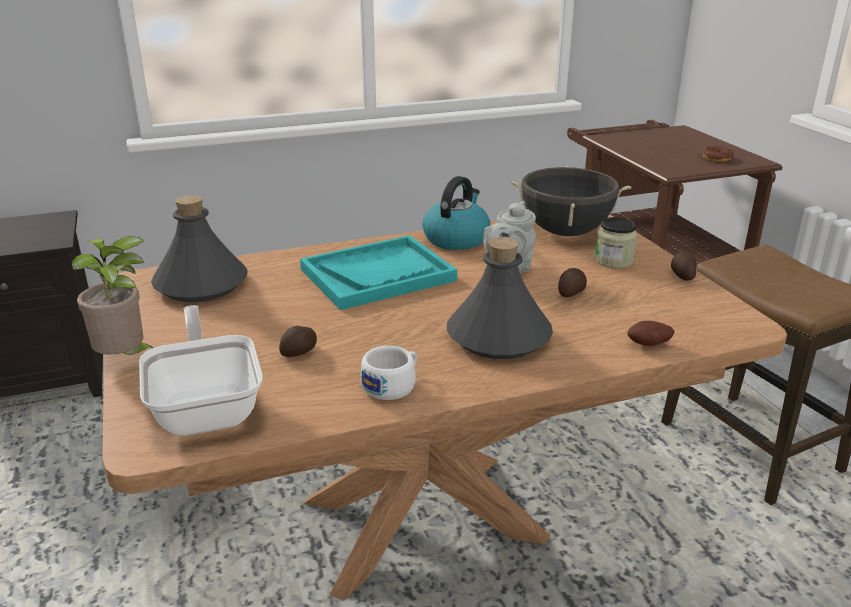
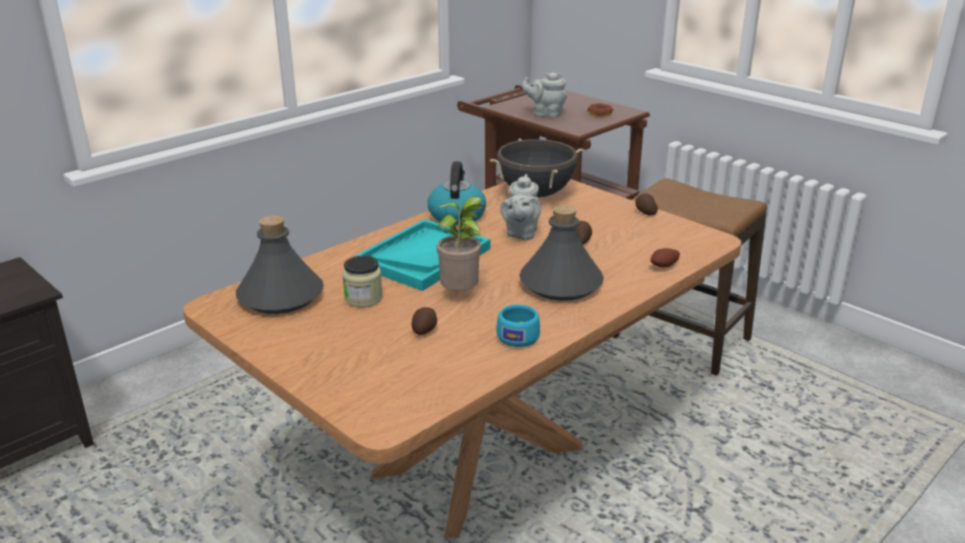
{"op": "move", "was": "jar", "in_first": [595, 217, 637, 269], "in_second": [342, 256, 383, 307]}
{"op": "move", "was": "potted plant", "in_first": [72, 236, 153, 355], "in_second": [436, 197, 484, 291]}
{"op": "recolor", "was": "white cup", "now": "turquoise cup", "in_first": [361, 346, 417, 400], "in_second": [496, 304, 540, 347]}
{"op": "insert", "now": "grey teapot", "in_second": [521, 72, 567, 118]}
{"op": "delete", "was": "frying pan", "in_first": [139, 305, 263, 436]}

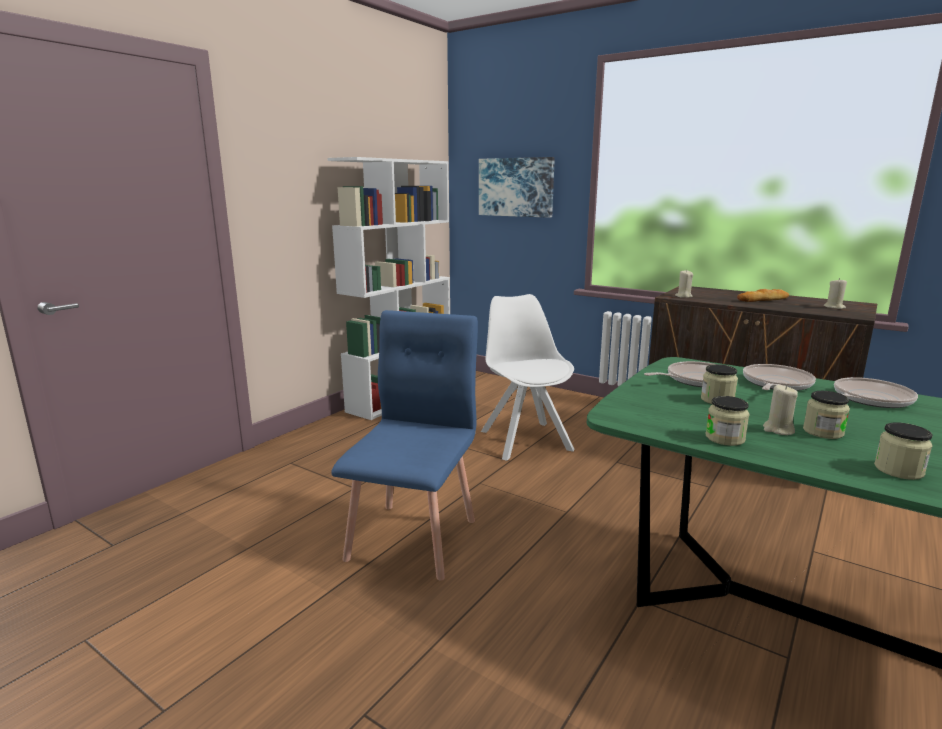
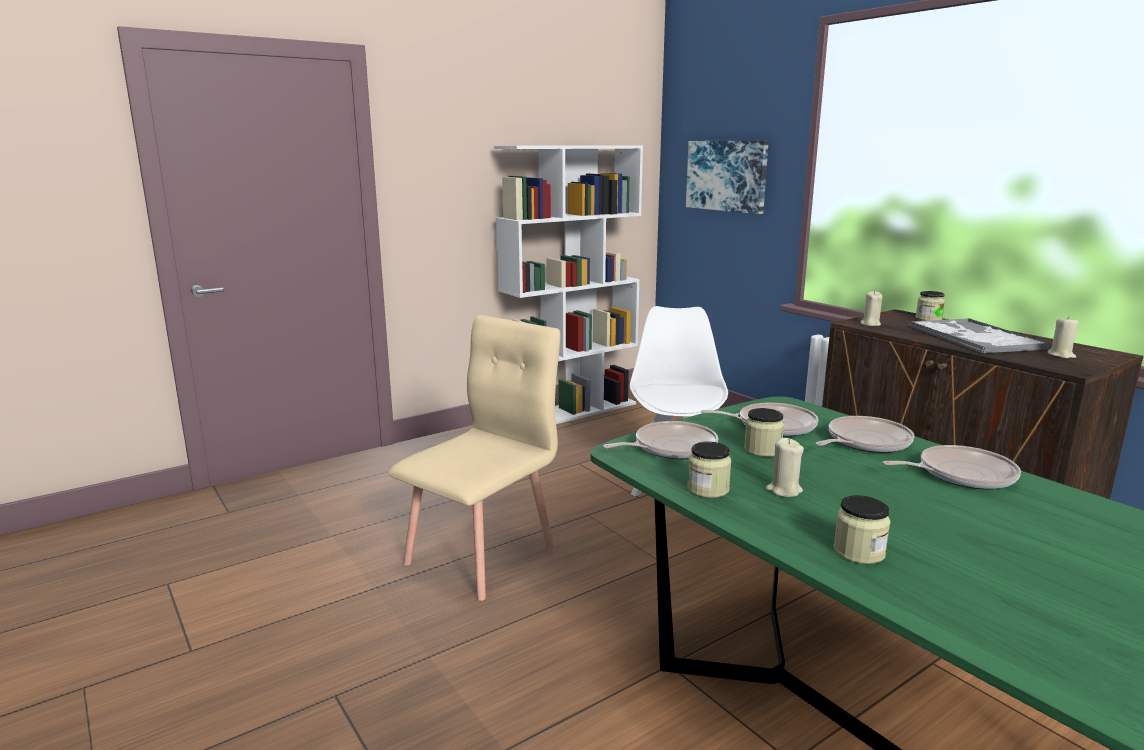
{"op": "recolor", "was": "blue chair", "now": "beige chair", "in_first": [331, 310, 478, 581], "in_second": [389, 315, 560, 601]}
{"op": "insert", "now": "frying pan", "in_second": [603, 421, 718, 459]}
{"op": "replace", "was": "bread", "now": "tray", "in_first": [737, 289, 789, 302], "in_second": [909, 318, 1050, 354]}
{"op": "move", "was": "jar", "in_first": [803, 391, 850, 439], "in_second": [916, 291, 945, 321]}

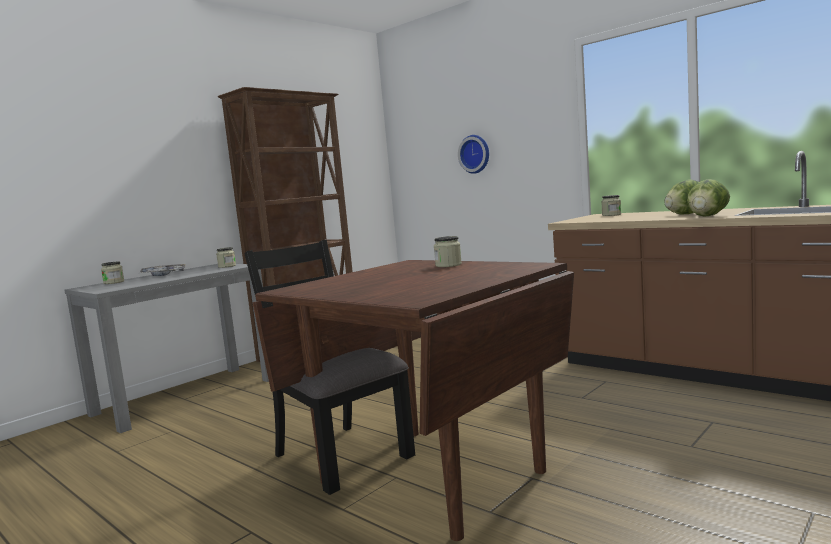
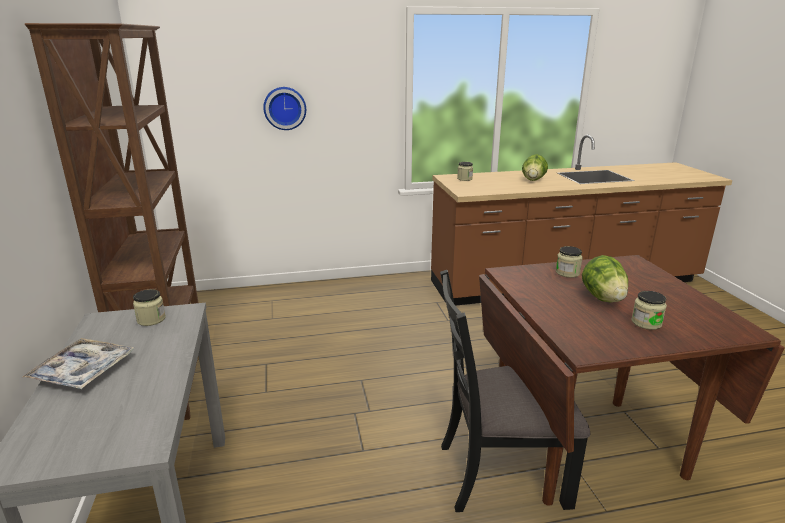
{"op": "move", "was": "lettuce", "in_first": [687, 179, 730, 217], "in_second": [582, 255, 628, 303]}
{"op": "move", "was": "jar", "in_first": [101, 261, 124, 284], "in_second": [631, 291, 667, 330]}

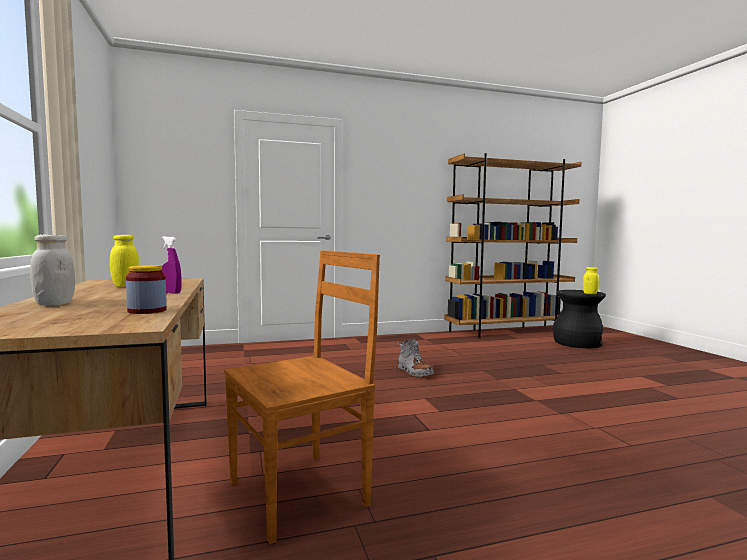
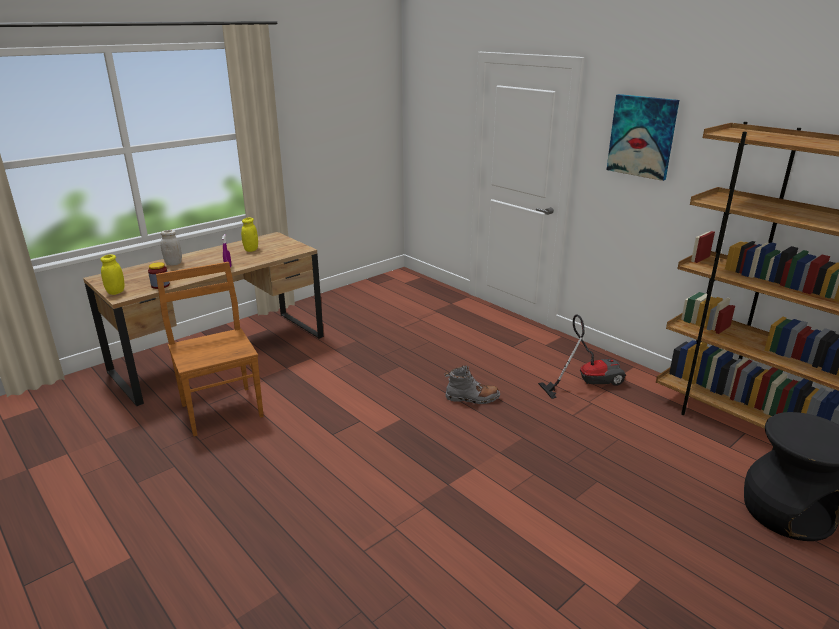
{"op": "move", "was": "yellow jar", "in_first": [583, 267, 599, 294], "in_second": [100, 254, 124, 295]}
{"op": "rotate", "was": "brown chair", "in_first": [224, 250, 380, 544], "in_second": [156, 262, 264, 436], "clockwise": -150}
{"op": "rotate", "was": "grey boot", "in_first": [398, 338, 434, 377], "in_second": [444, 366, 500, 404], "clockwise": -120}
{"op": "insert", "now": "vacuum cleaner", "in_second": [538, 314, 626, 399]}
{"op": "insert", "now": "picture", "in_second": [606, 94, 679, 181]}

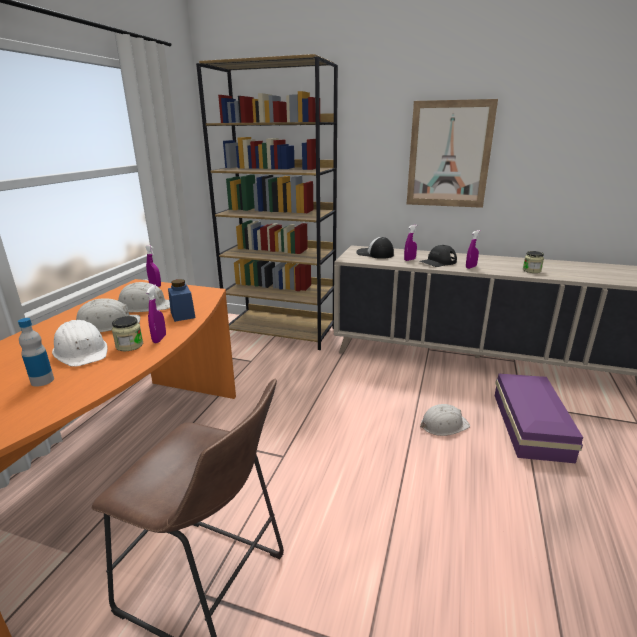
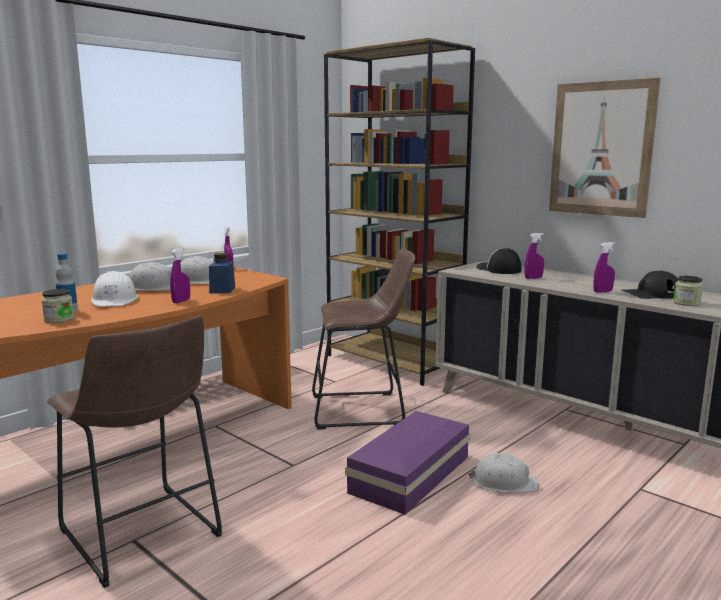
{"op": "move", "was": "jar", "in_first": [112, 316, 143, 351], "in_second": [42, 289, 74, 323]}
{"op": "insert", "now": "brown stool", "in_second": [312, 248, 416, 430]}
{"op": "move", "was": "purple storage box", "in_first": [495, 374, 583, 463], "in_second": [345, 411, 470, 514]}
{"op": "move", "was": "black cap", "in_first": [419, 245, 457, 267], "in_second": [622, 271, 678, 299]}

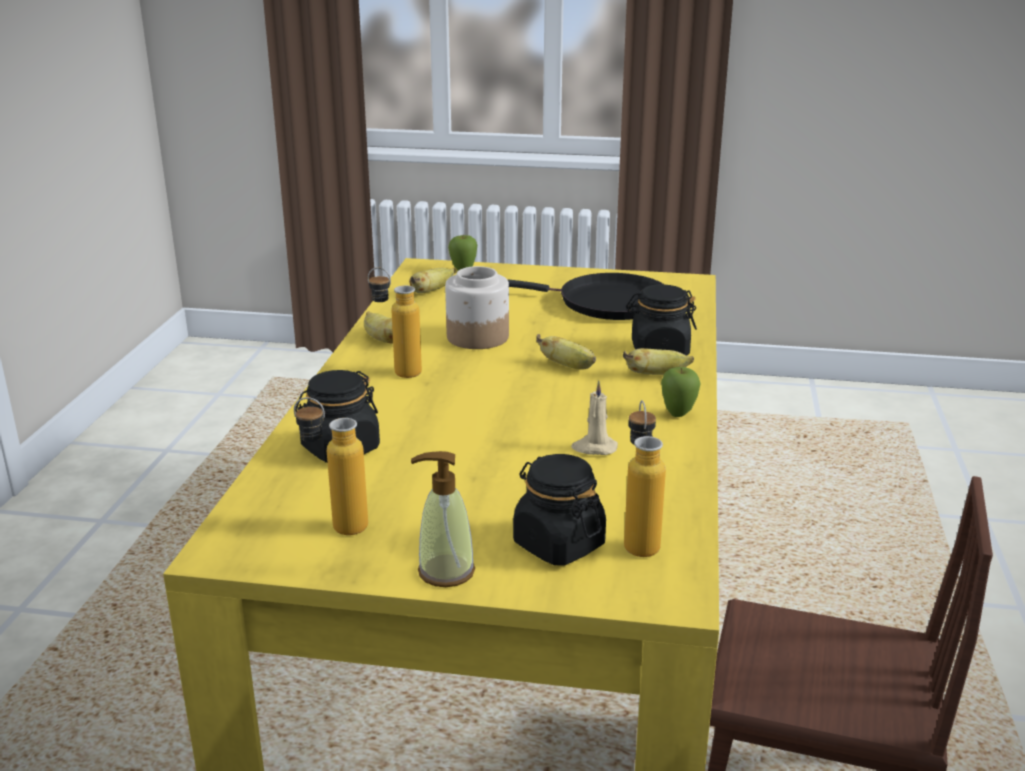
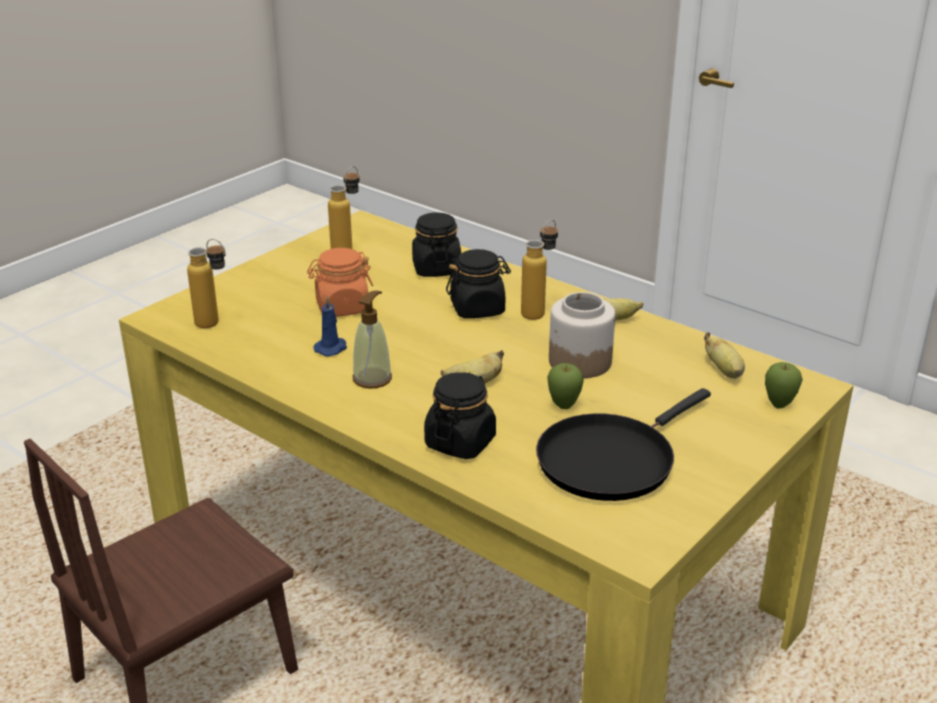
{"op": "insert", "now": "orange jar", "in_second": [307, 248, 373, 317]}
{"op": "recolor", "was": "beige candle", "now": "blue candle", "in_first": [571, 380, 618, 455], "in_second": [313, 296, 347, 357]}
{"op": "move", "was": "soap dispenser", "in_first": [411, 451, 475, 587], "in_second": [353, 291, 392, 389]}
{"op": "move", "was": "black jar", "in_first": [513, 454, 606, 566], "in_second": [446, 249, 511, 318]}
{"op": "move", "was": "apple", "in_first": [661, 367, 701, 417], "in_second": [547, 363, 583, 409]}
{"op": "delete", "was": "banana", "in_first": [623, 348, 694, 375]}

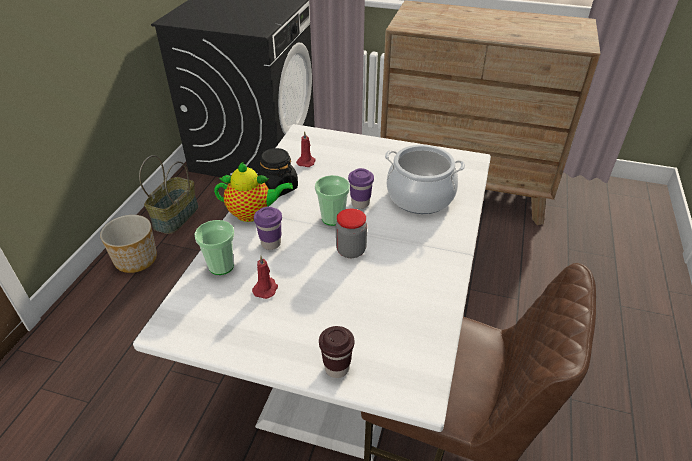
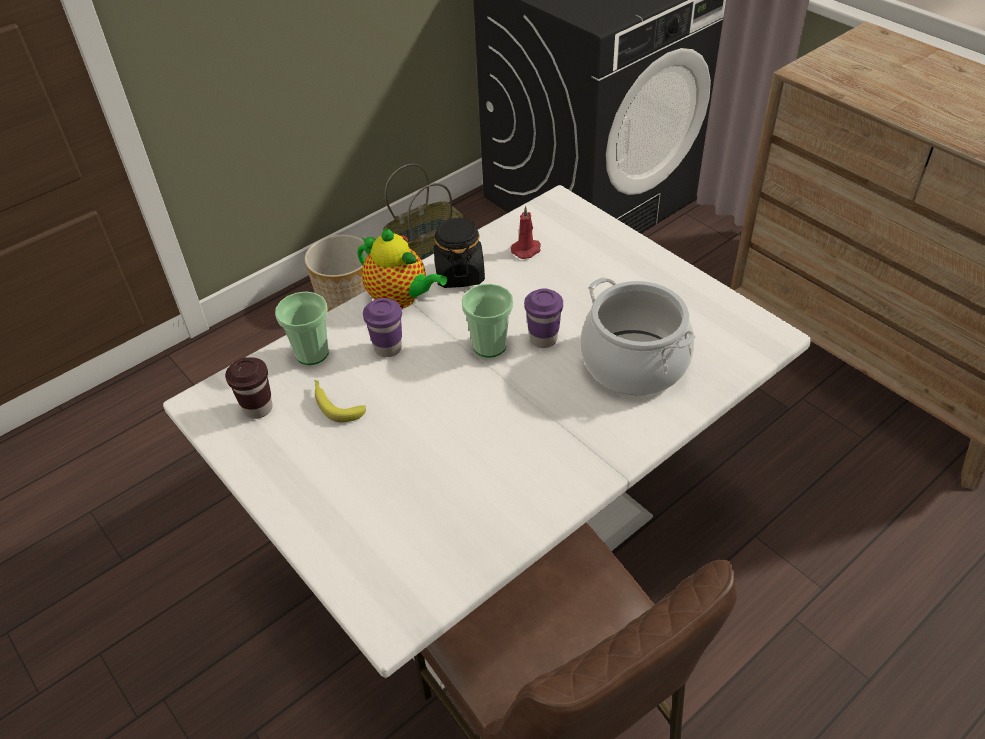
{"op": "move", "was": "brown cup", "in_first": [319, 326, 354, 378], "in_second": [225, 357, 273, 419]}
{"op": "replace", "was": "red candle", "now": "banana", "in_first": [252, 256, 278, 299], "in_second": [314, 380, 366, 422]}
{"op": "delete", "was": "jar", "in_first": [336, 209, 367, 258]}

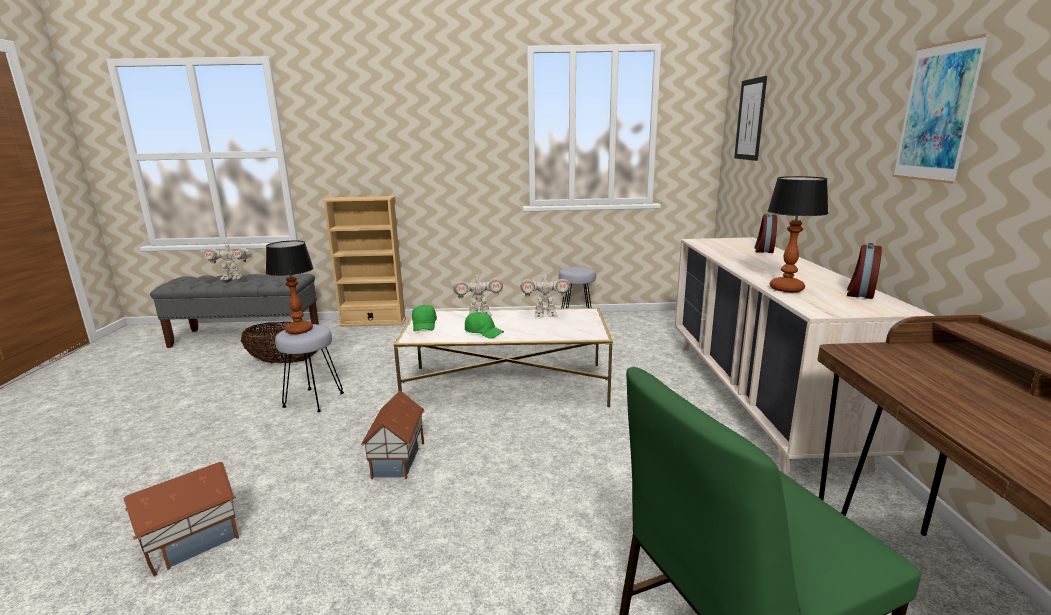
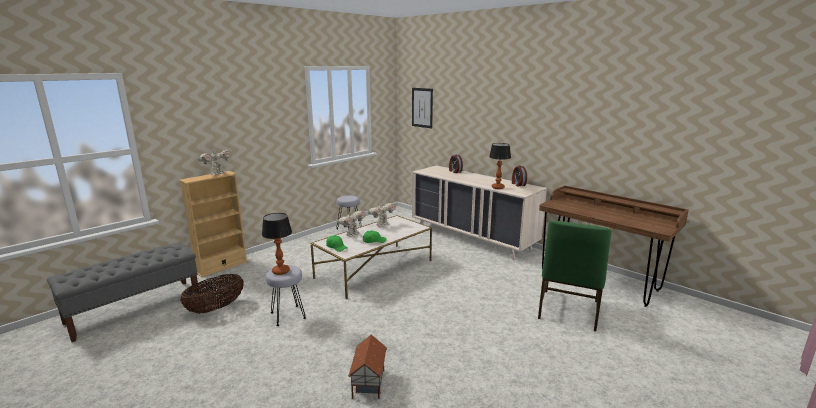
{"op": "move", "was": "toy robot", "in_first": [204, 241, 252, 280], "in_second": [198, 147, 231, 175]}
{"op": "delete", "was": "toy house", "in_first": [361, 391, 425, 479]}
{"op": "delete", "was": "picture", "in_first": [892, 33, 990, 184]}

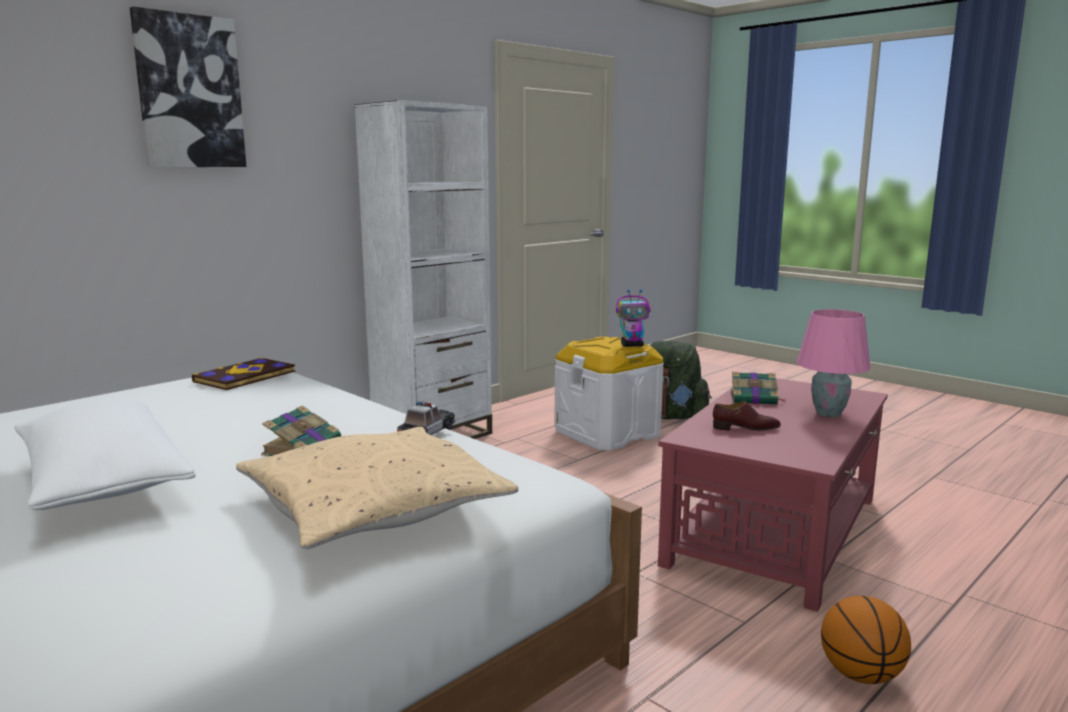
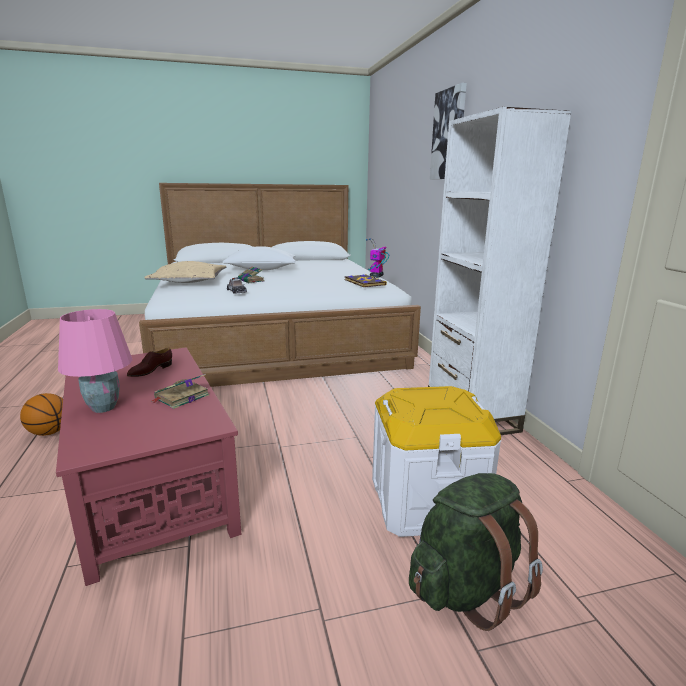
{"op": "move", "was": "toy robot", "in_first": [616, 289, 651, 347], "in_second": [366, 238, 389, 278]}

